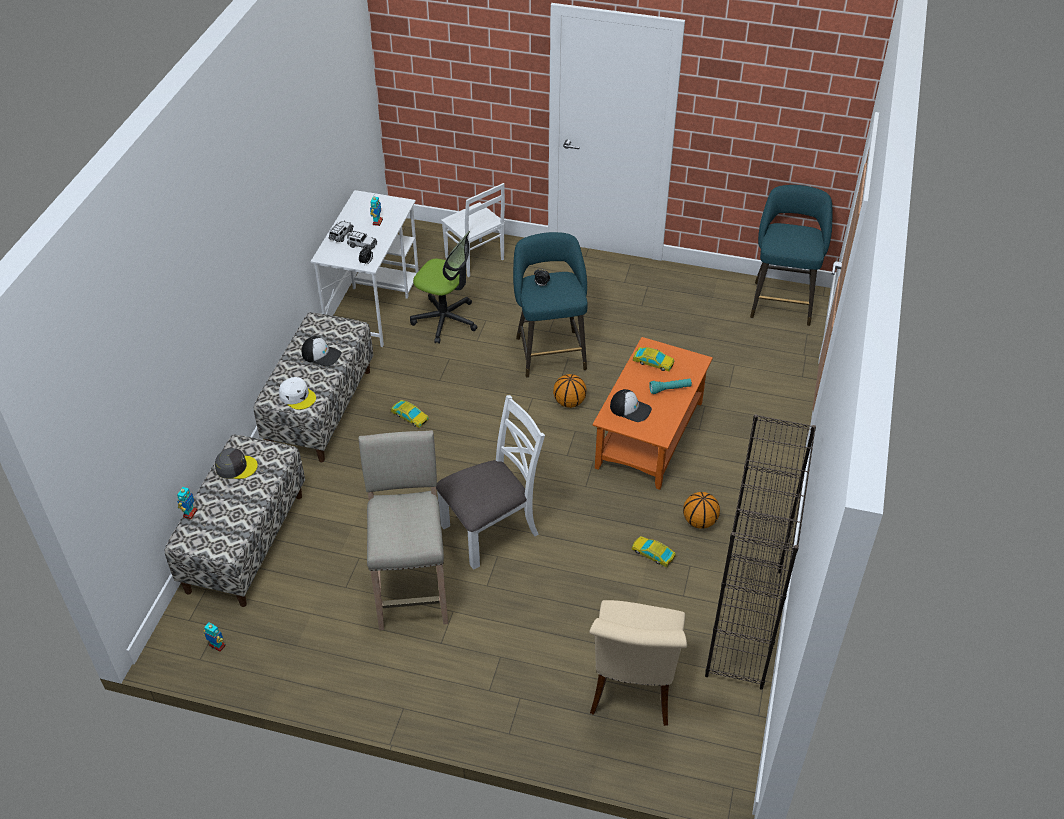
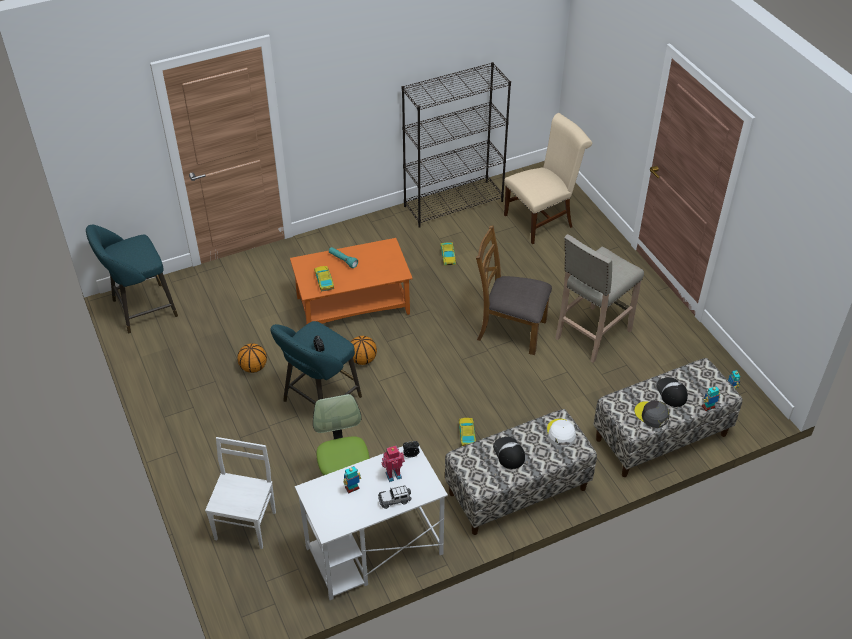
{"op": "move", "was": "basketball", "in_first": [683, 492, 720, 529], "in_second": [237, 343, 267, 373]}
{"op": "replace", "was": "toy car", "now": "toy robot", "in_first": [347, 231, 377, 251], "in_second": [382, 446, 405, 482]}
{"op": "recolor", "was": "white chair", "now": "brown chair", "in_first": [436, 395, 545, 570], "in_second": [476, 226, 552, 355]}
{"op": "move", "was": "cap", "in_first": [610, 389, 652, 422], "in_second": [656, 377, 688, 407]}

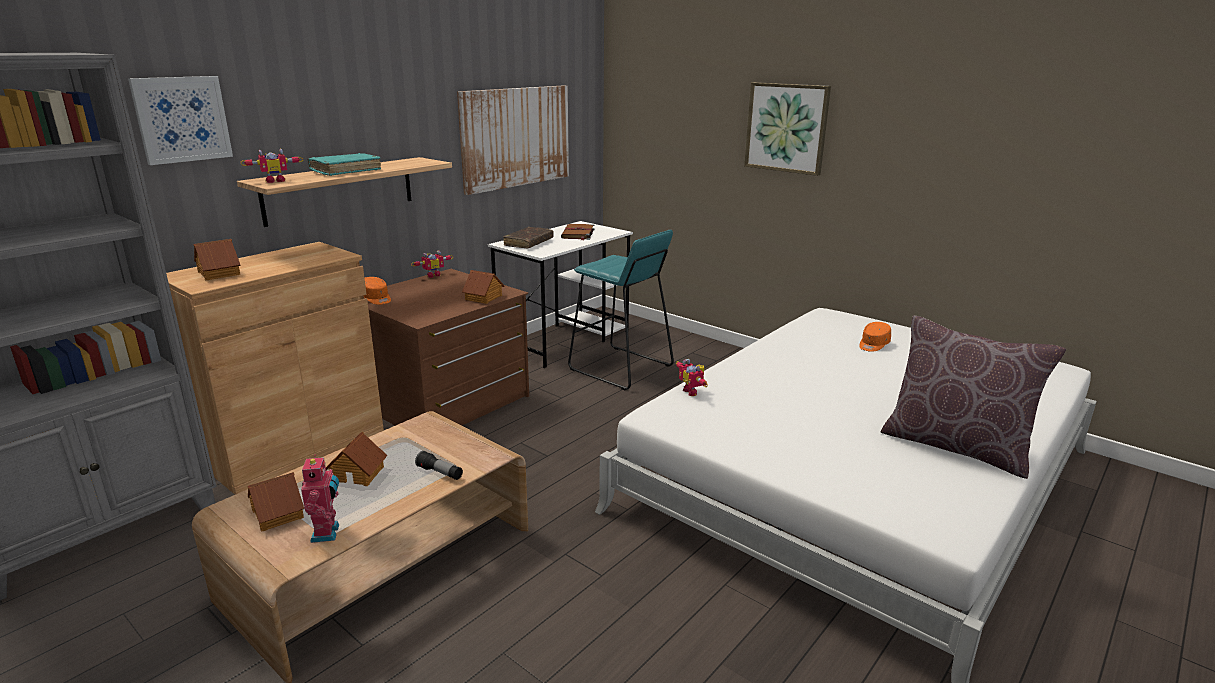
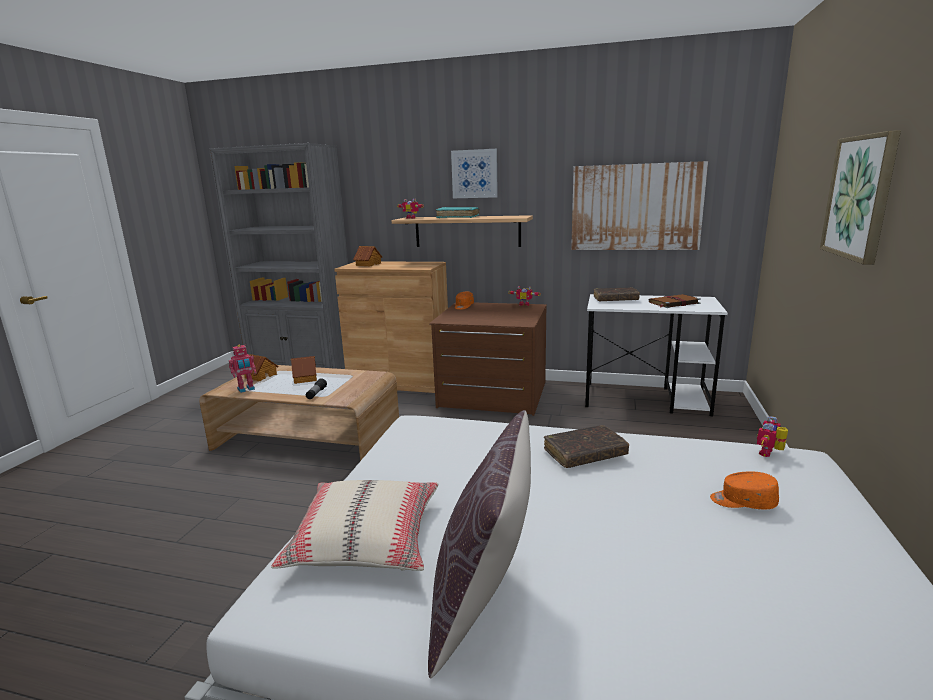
{"op": "insert", "now": "beige pillow", "in_second": [271, 480, 439, 571]}
{"op": "move", "was": "picture", "in_first": [128, 76, 233, 165], "in_second": [451, 149, 498, 198]}
{"op": "insert", "now": "brown book", "in_second": [544, 425, 629, 468]}
{"op": "move", "was": "toy robot", "in_first": [676, 359, 708, 396], "in_second": [757, 416, 788, 457]}
{"op": "delete", "was": "toy house", "in_first": [462, 270, 504, 304]}
{"op": "delete", "was": "turquoise stool", "in_first": [568, 230, 674, 390]}

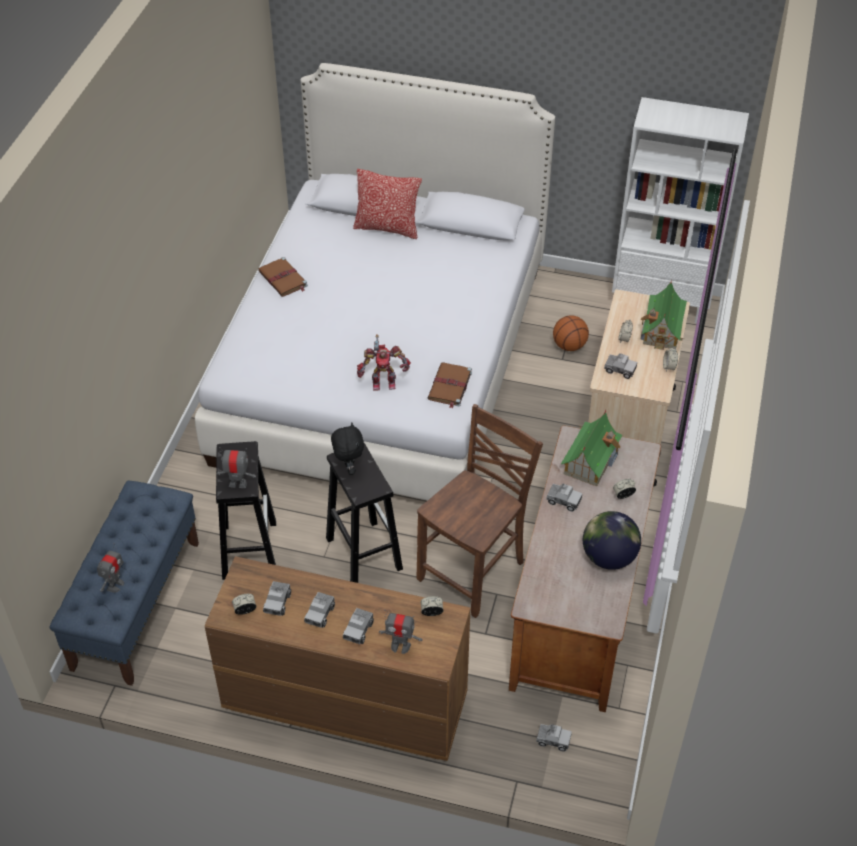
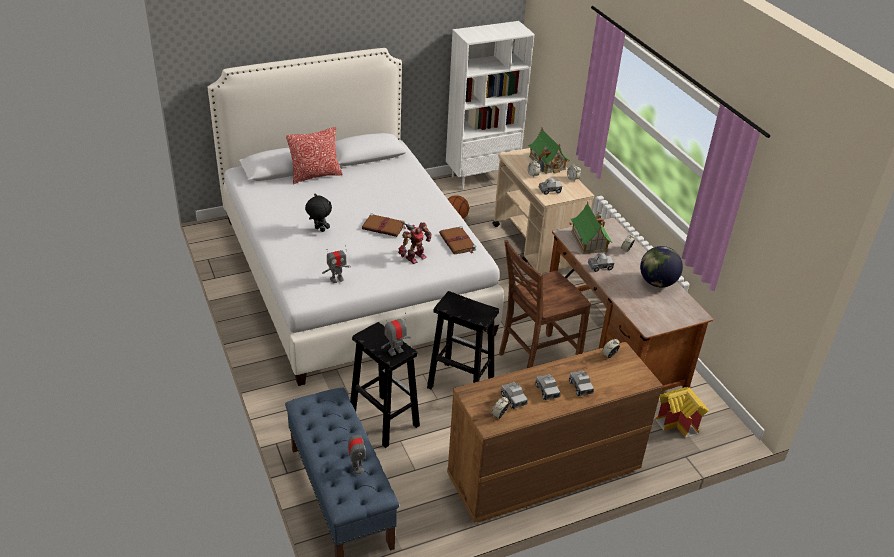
{"op": "move", "was": "black plush toy", "in_first": [331, 422, 364, 475], "in_second": [305, 194, 332, 232]}
{"op": "move", "was": "toy robot", "in_first": [379, 609, 423, 654], "in_second": [322, 245, 351, 283]}
{"op": "move", "was": "brown book", "in_first": [258, 257, 308, 297], "in_second": [362, 213, 406, 237]}
{"op": "rotate", "was": "brown chair", "in_first": [417, 404, 543, 618], "in_second": [499, 240, 591, 368], "clockwise": -120}
{"op": "replace", "was": "toy truck", "now": "toy house", "in_first": [536, 724, 572, 752], "in_second": [655, 387, 709, 438]}

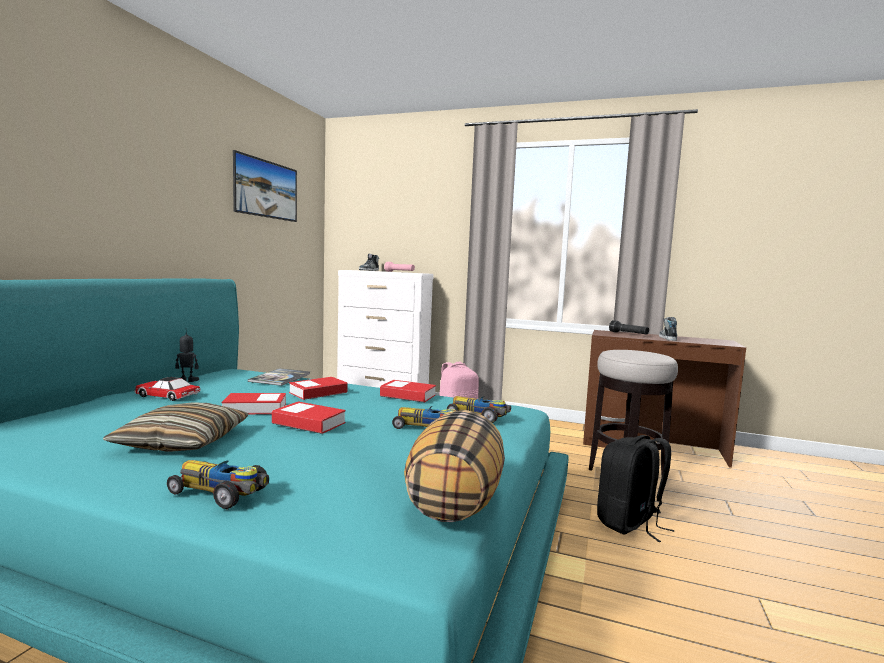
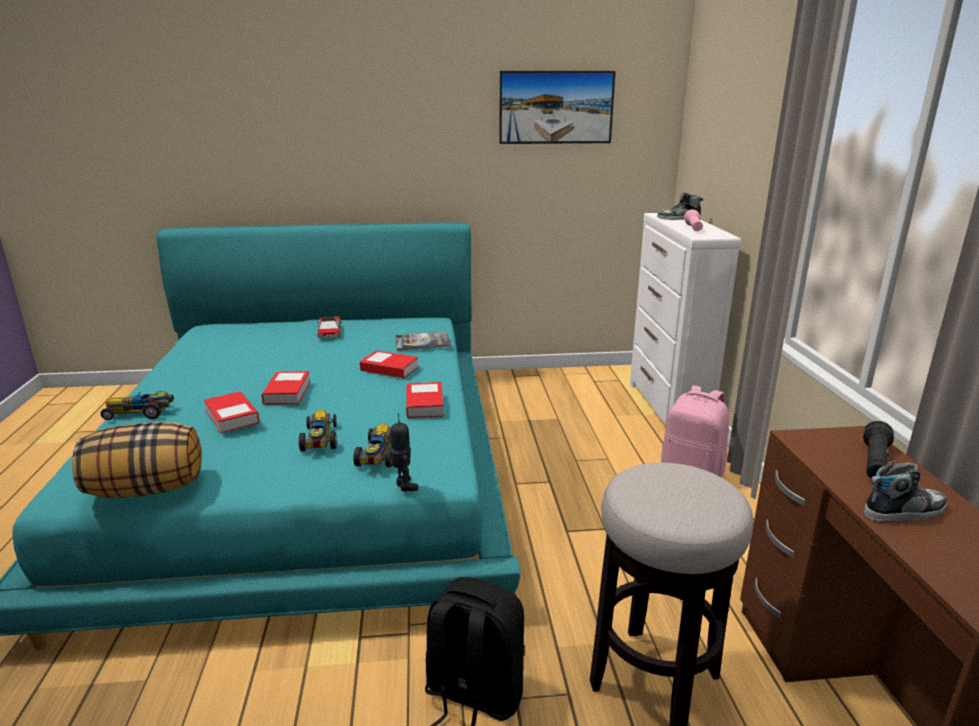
{"op": "rotate", "was": "toy car", "in_first": [167, 460, 269, 509], "in_second": [100, 391, 174, 420], "clockwise": -90}
{"op": "move", "was": "book", "in_first": [221, 393, 286, 414], "in_second": [204, 391, 260, 433]}
{"op": "move", "was": "toy robot", "in_first": [175, 328, 199, 382], "in_second": [390, 413, 418, 492]}
{"op": "delete", "was": "pillow", "in_first": [103, 402, 249, 452]}

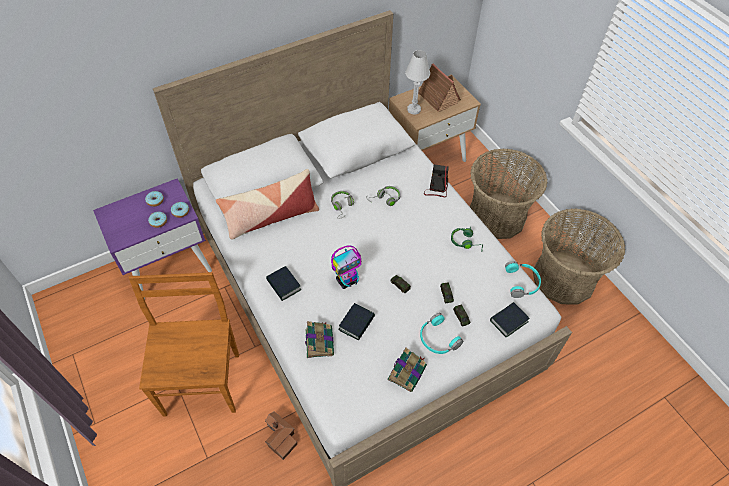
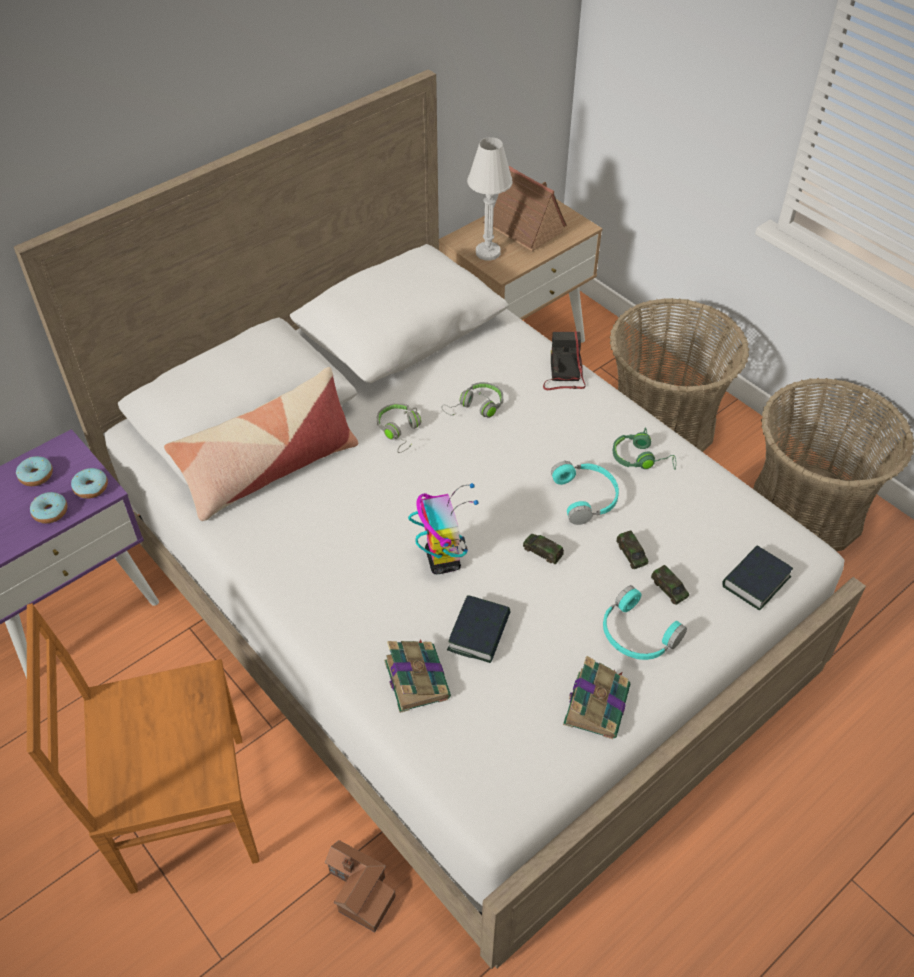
{"op": "rotate", "was": "brown chair", "in_first": [129, 272, 239, 417], "in_second": [27, 603, 260, 894], "clockwise": -90}
{"op": "rotate", "was": "toy robot", "in_first": [331, 245, 361, 289], "in_second": [408, 483, 479, 574], "clockwise": -60}
{"op": "move", "was": "turquoise headphones", "in_first": [505, 261, 541, 298], "in_second": [551, 461, 619, 525]}
{"op": "delete", "was": "book", "in_first": [266, 266, 301, 301]}

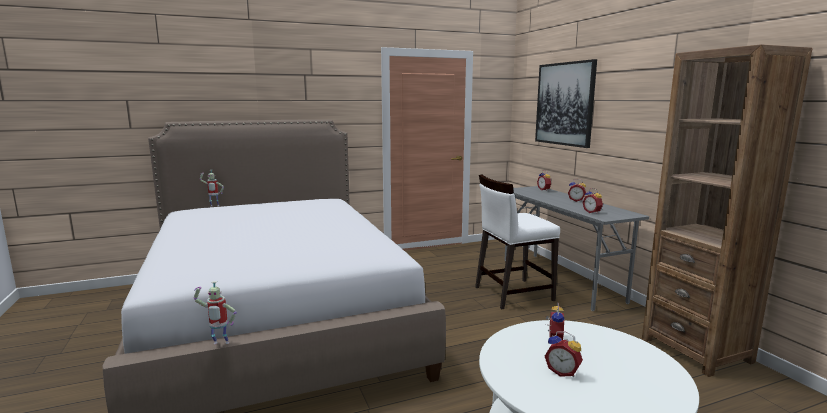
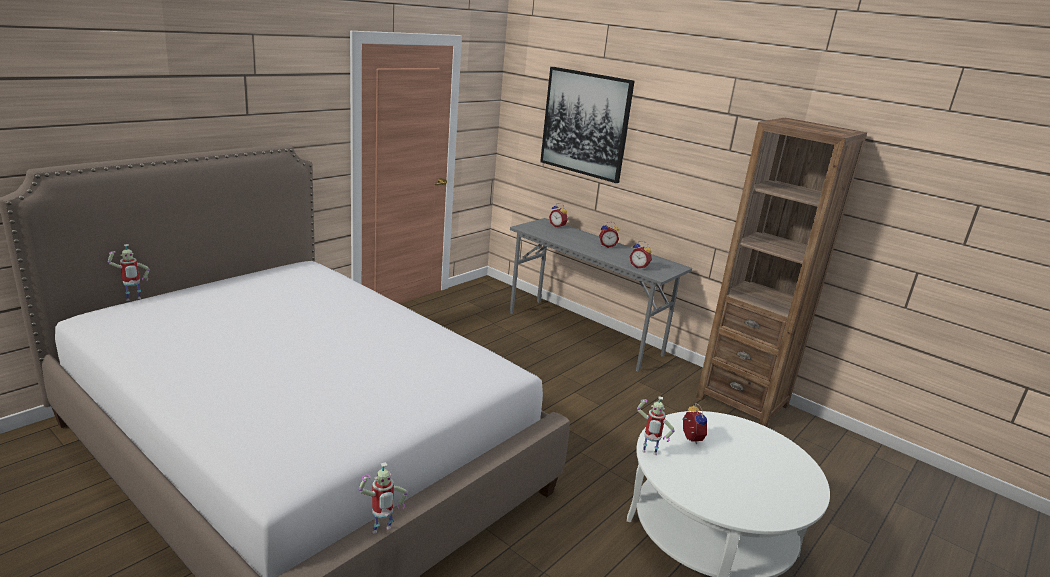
{"op": "insert", "now": "toy robot", "in_second": [637, 396, 675, 455]}
{"op": "delete", "was": "white chair", "in_first": [475, 175, 560, 309]}
{"op": "delete", "was": "alarm clock", "in_first": [545, 332, 583, 377]}

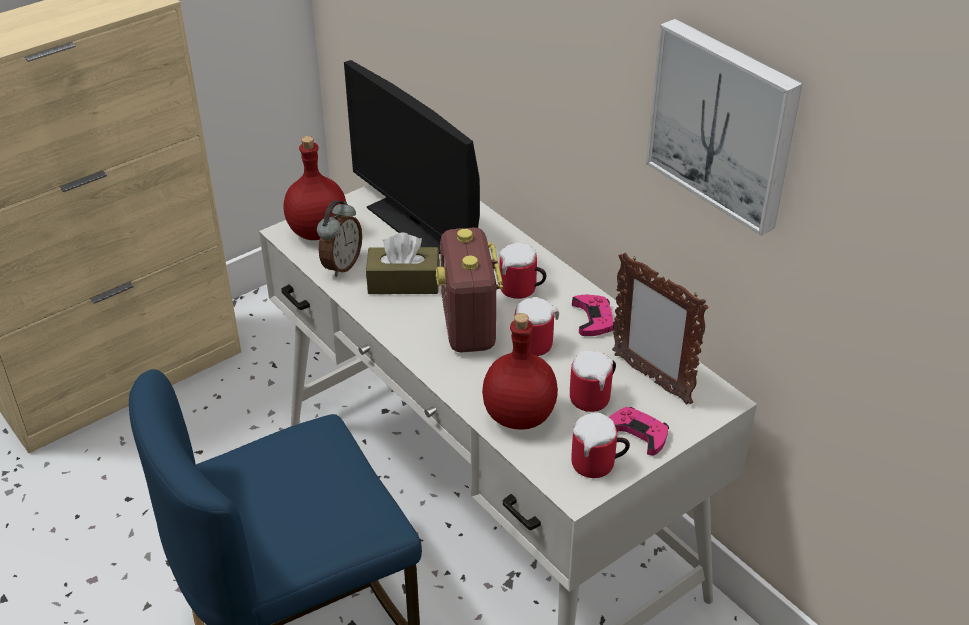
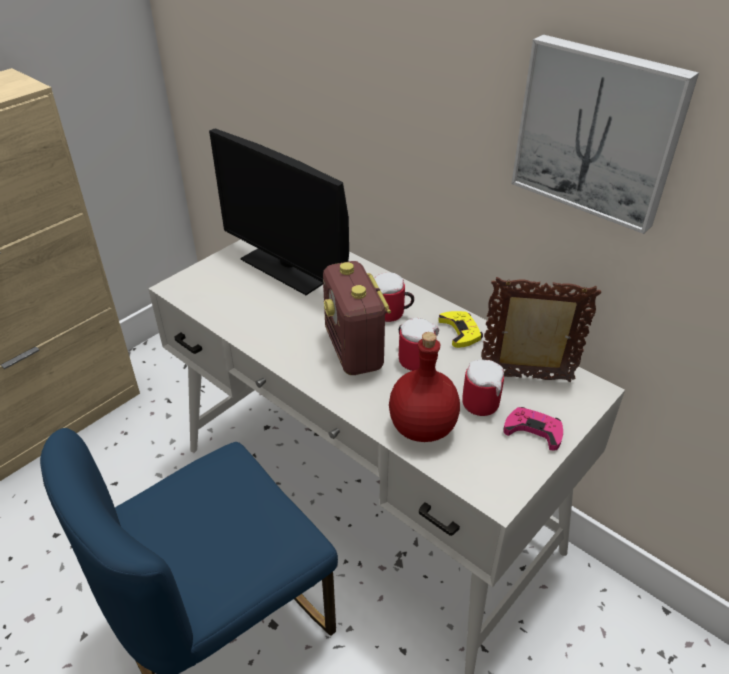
{"op": "recolor", "was": "pink game controller", "now": "yellow game controller", "in_first": [572, 295, 615, 336], "in_second": [438, 311, 483, 348]}
{"op": "rotate", "was": "picture frame", "in_first": [612, 252, 709, 405], "in_second": [481, 277, 601, 382], "clockwise": 150}
{"op": "delete", "was": "red bottle", "in_first": [284, 136, 346, 240]}
{"op": "delete", "was": "alarm clock", "in_first": [317, 200, 362, 277]}
{"op": "delete", "was": "brown tissue box", "in_first": [366, 233, 440, 294]}
{"op": "delete", "was": "mug", "in_first": [571, 412, 630, 478]}

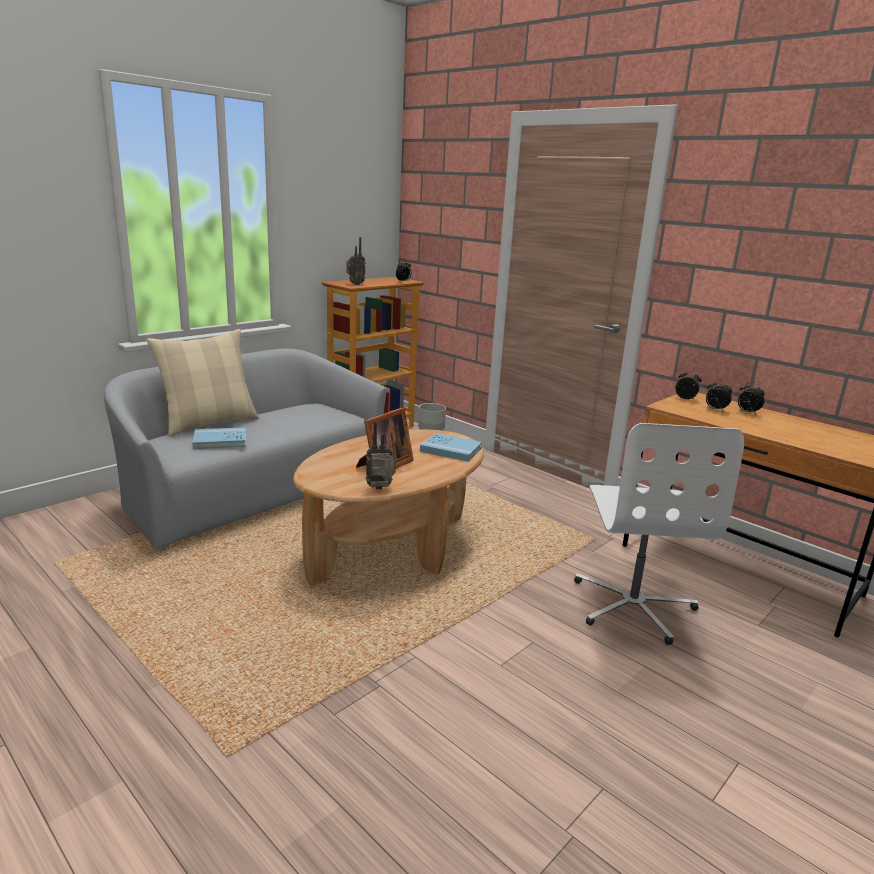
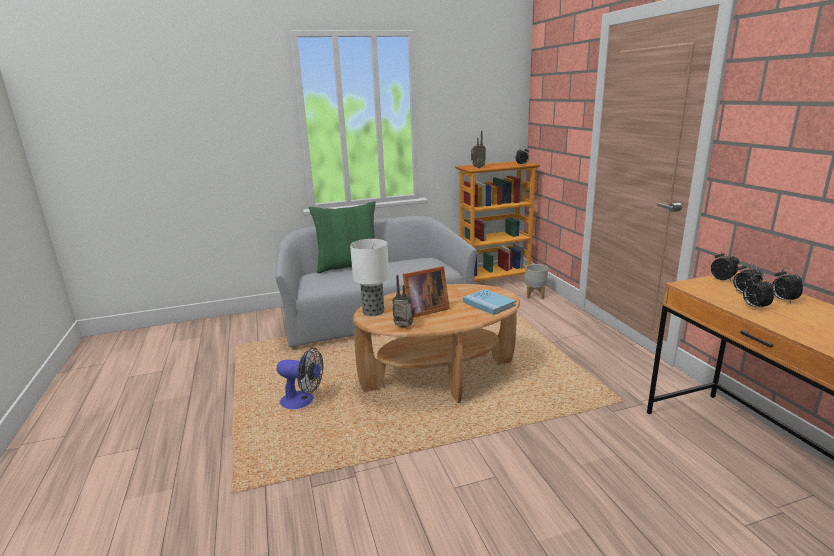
{"op": "insert", "now": "fan", "in_second": [277, 348, 323, 409]}
{"op": "recolor", "was": "beige pillow", "now": "green pillow", "in_first": [146, 329, 259, 436], "in_second": [309, 201, 376, 273]}
{"op": "insert", "now": "table lamp", "in_second": [350, 239, 389, 316]}
{"op": "insert", "now": "alarm clock", "in_second": [743, 274, 774, 310]}
{"op": "delete", "was": "blue book", "in_first": [192, 427, 246, 449]}
{"op": "delete", "was": "white office chair", "in_first": [574, 423, 744, 645]}

